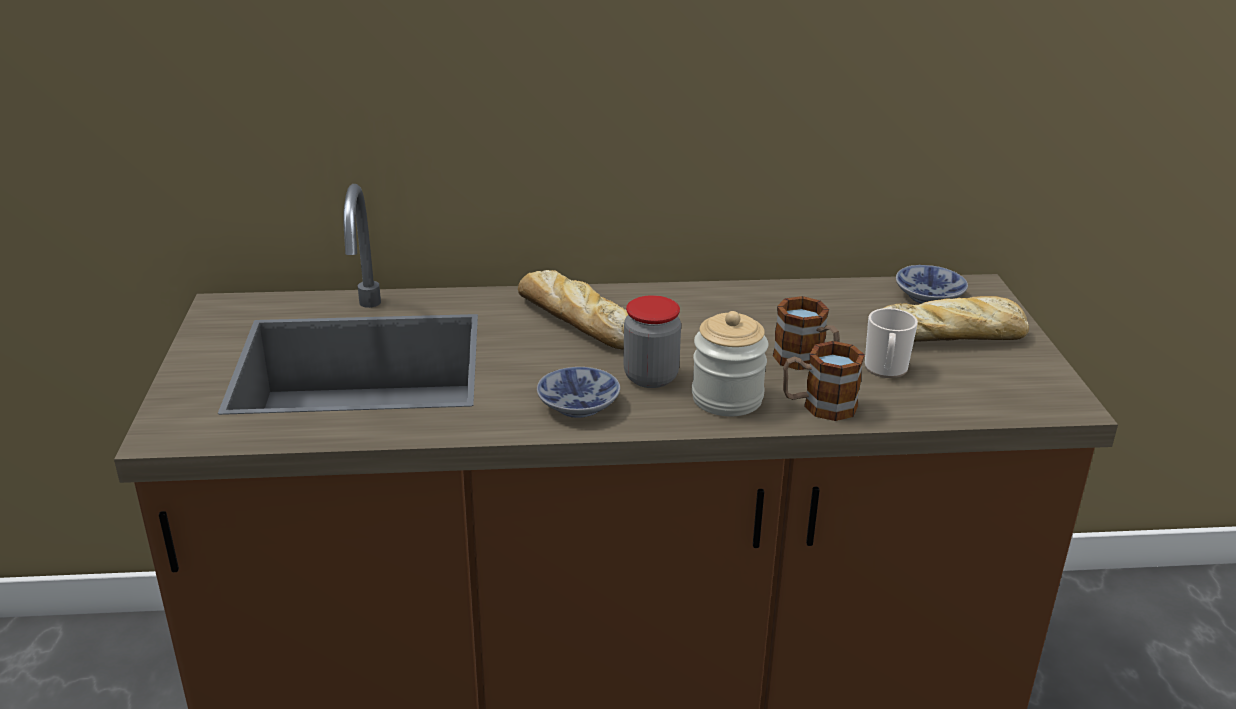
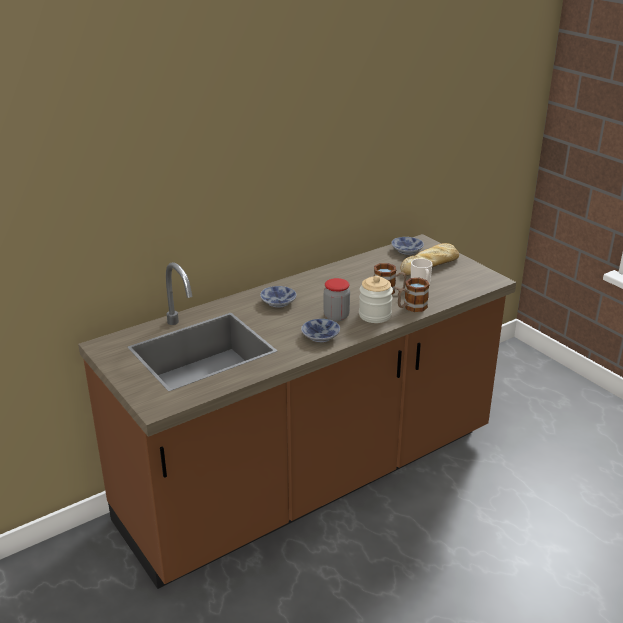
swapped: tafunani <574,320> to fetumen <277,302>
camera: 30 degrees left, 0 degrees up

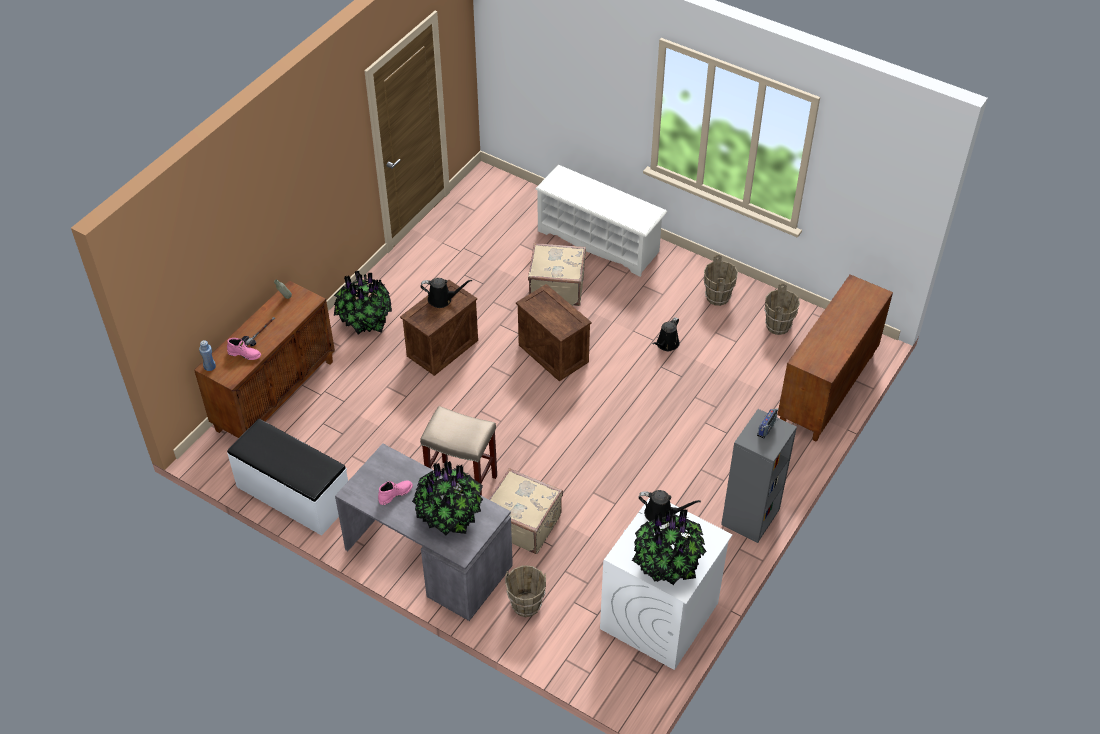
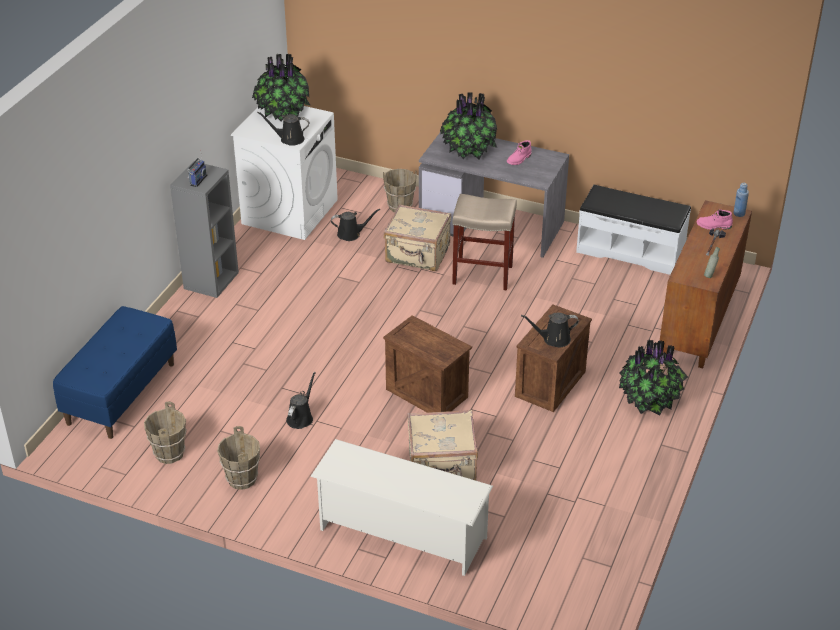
new: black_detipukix <351,234>
swapped: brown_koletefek <827,390> to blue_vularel <121,393>
camera: 170 degrees right, 10 degrees down

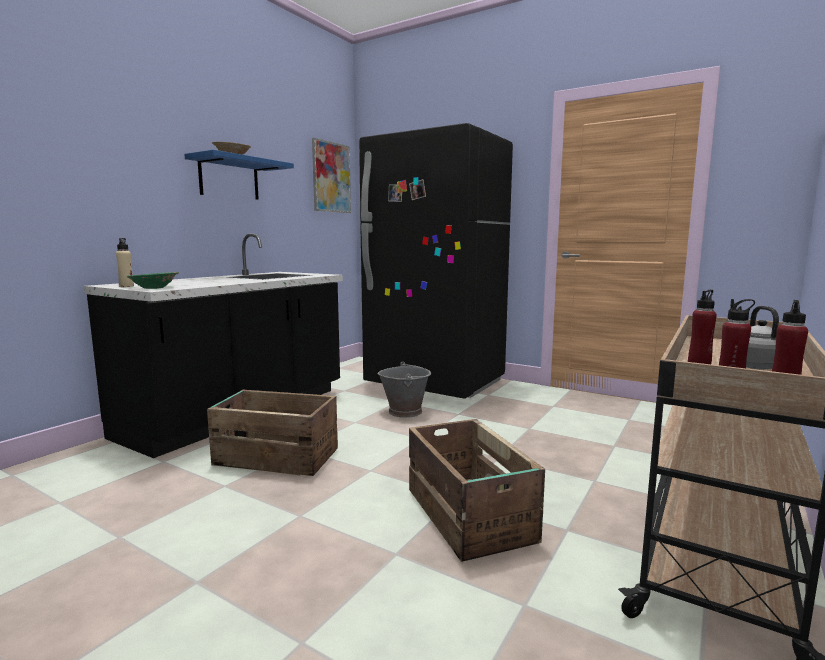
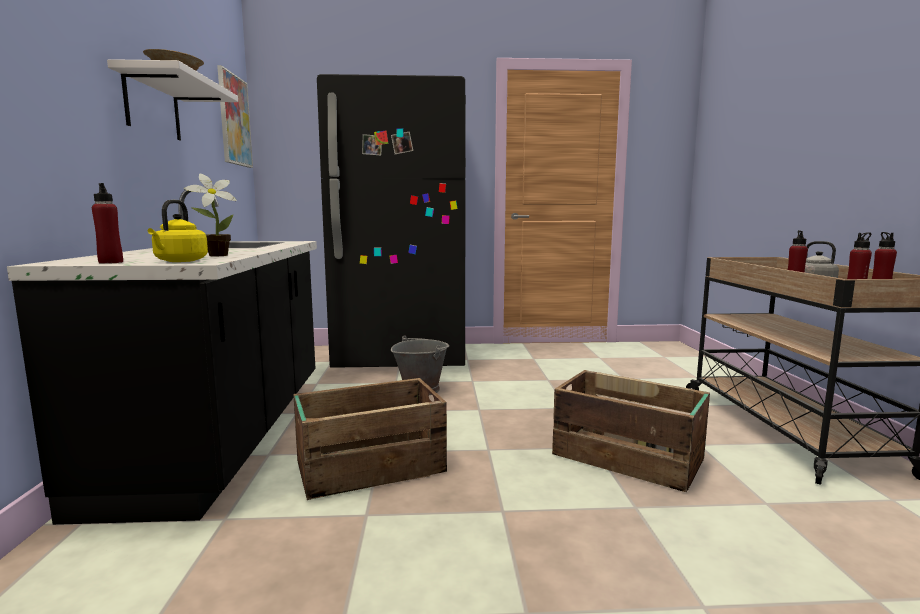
new: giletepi <215,255>
swapped: green_fetumen <154,288> to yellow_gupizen <179,261>
repainted: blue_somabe <229,179> to white_somabe <152,106>; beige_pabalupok <126,286> to red_pabalupok <111,262>
camera: 35 degrees left, 0 degrees up

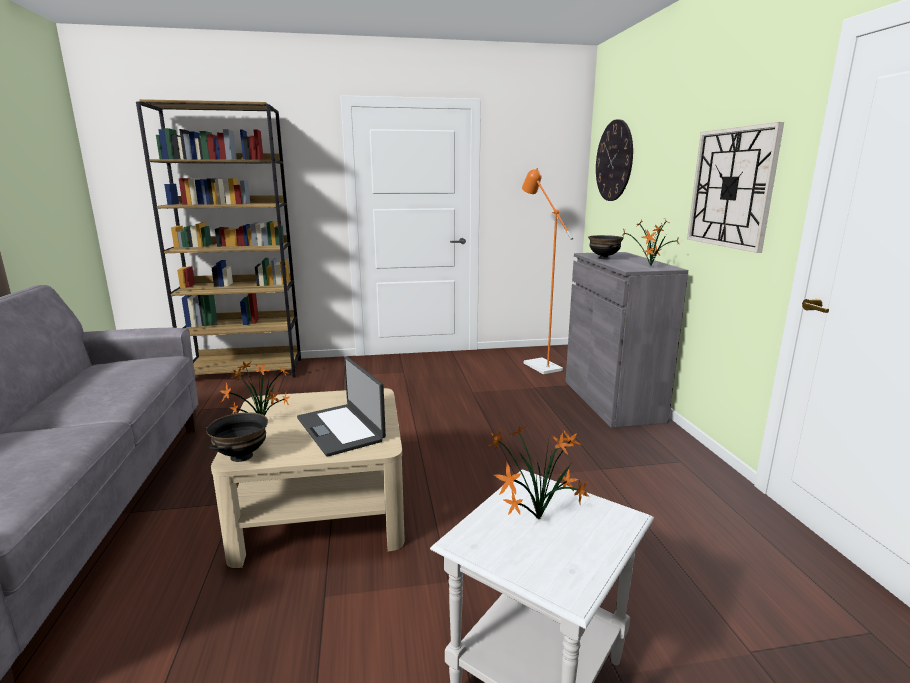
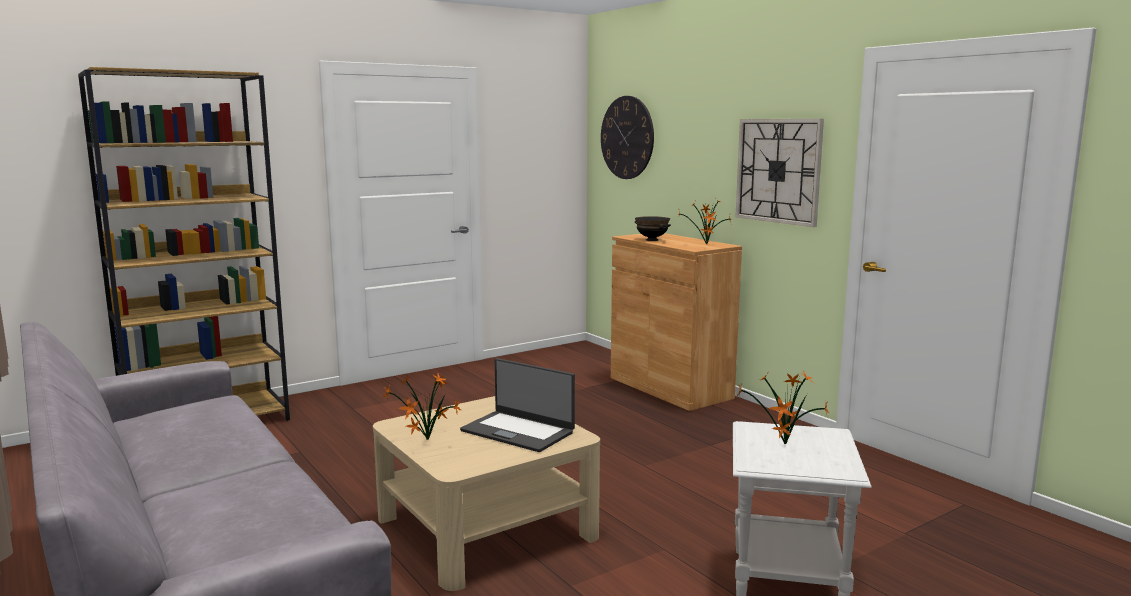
gone: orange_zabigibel <538,364>; black_fetumen <242,456>
repainted: grey_koletefek <612,400> to brown_koletefek <670,388>
camera: 25 degrees left, 5 degrees down

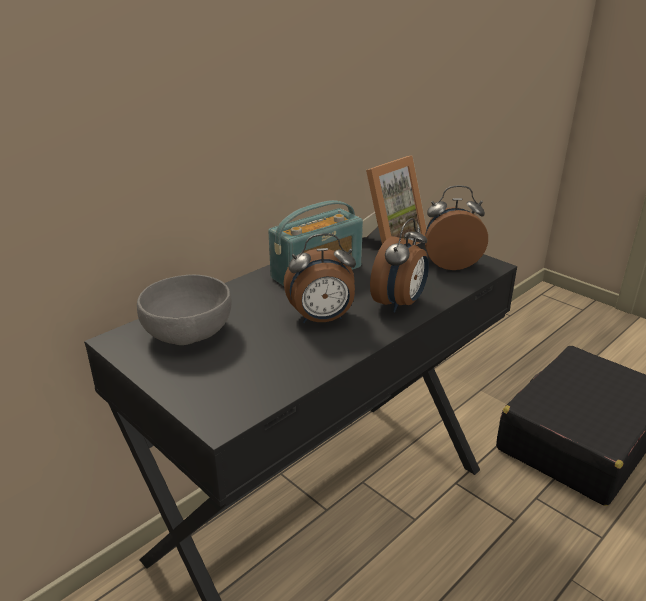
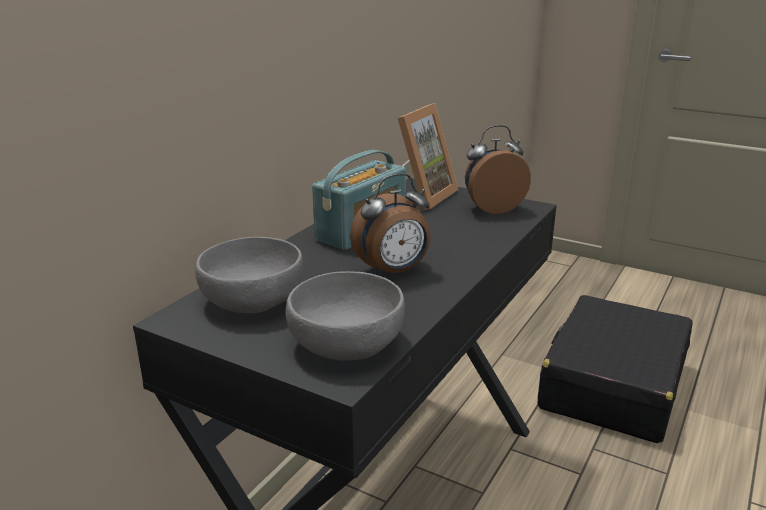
gone: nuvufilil <400,303>
new: grey_fetumen <347,343>
camera: 15 degrees left, 5 degrees down

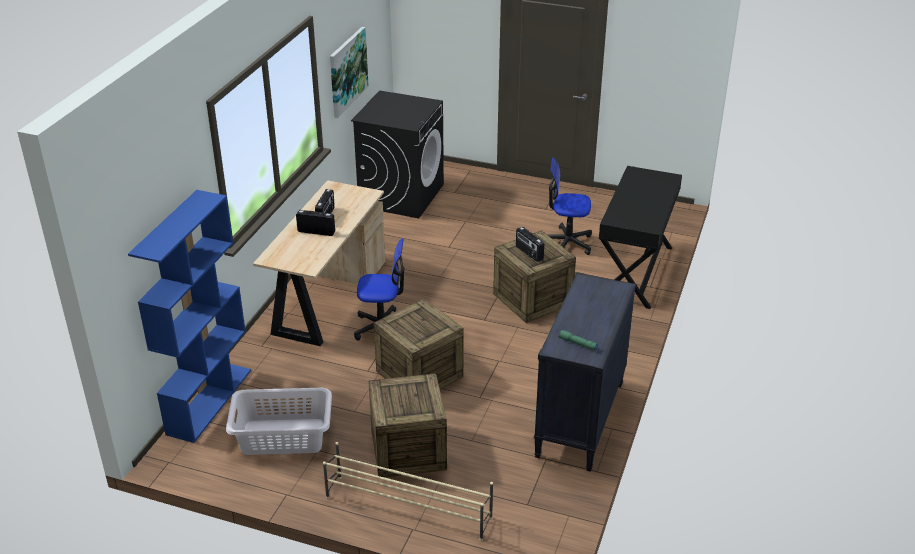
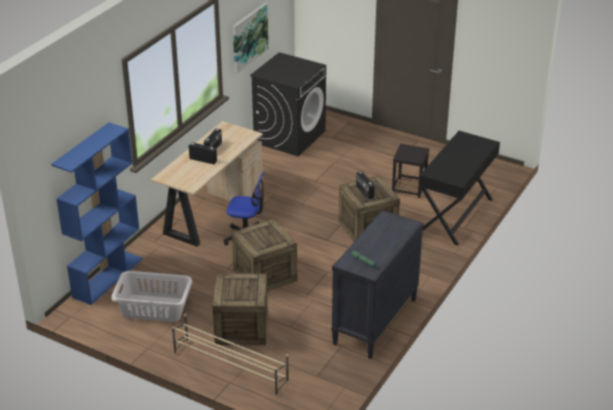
swapped: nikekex <566,243> to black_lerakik <408,187>
camera: 10 degrees right, 0 degrees up

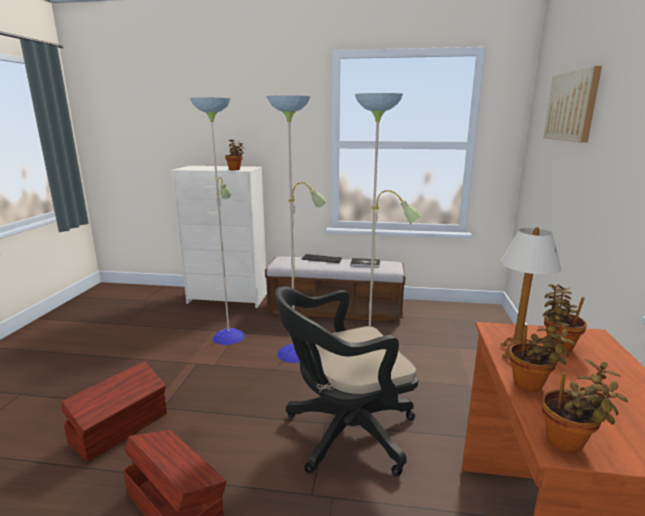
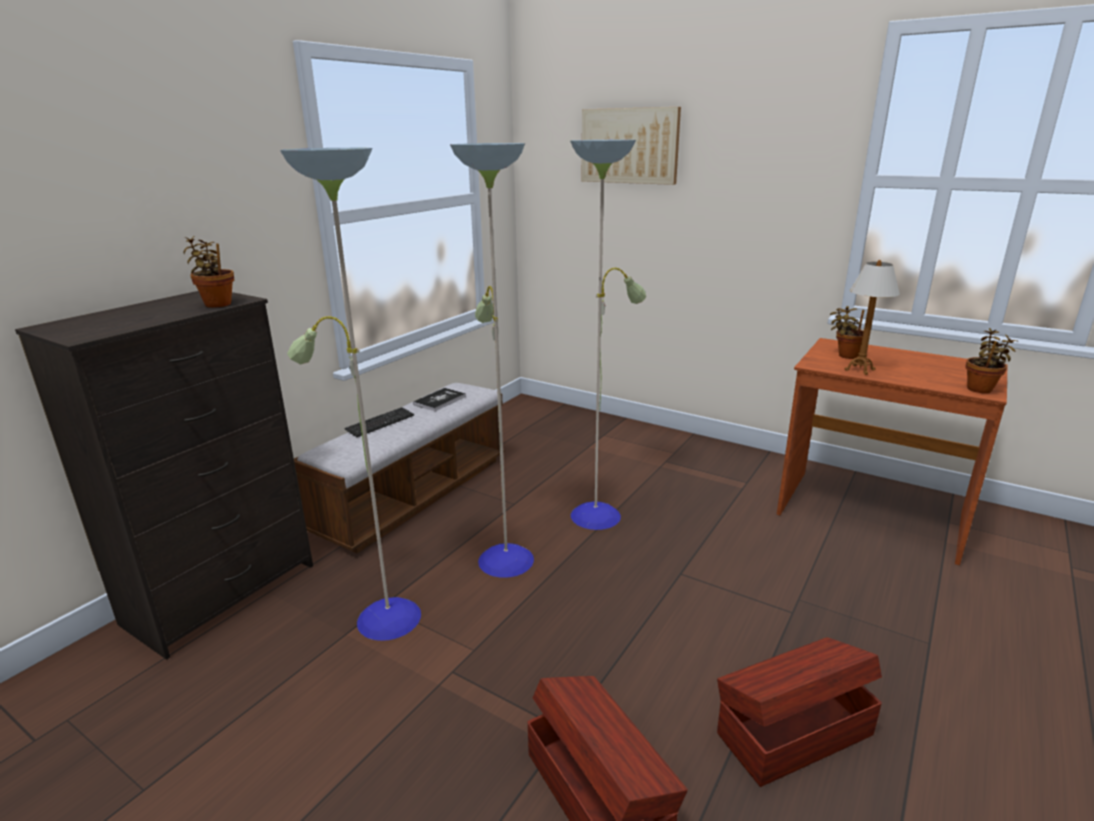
gone: black_nikekex <344,433>; giletepi <531,385>
repainted: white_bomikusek <228,298> to black_bomikusek <224,593>
camera: 65 degrees left, 5 degrees up

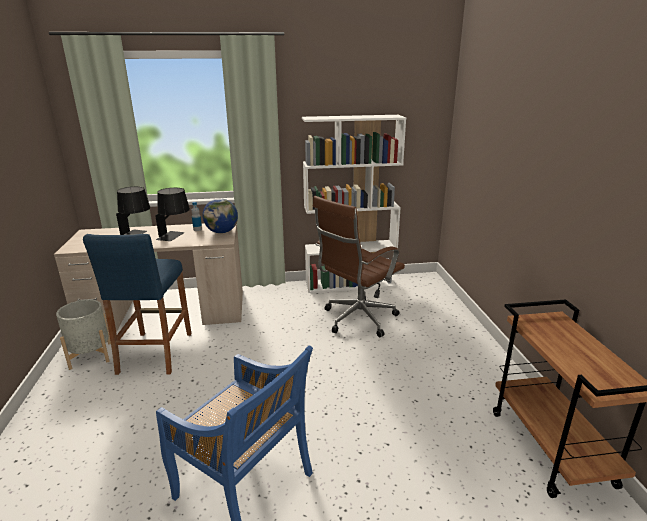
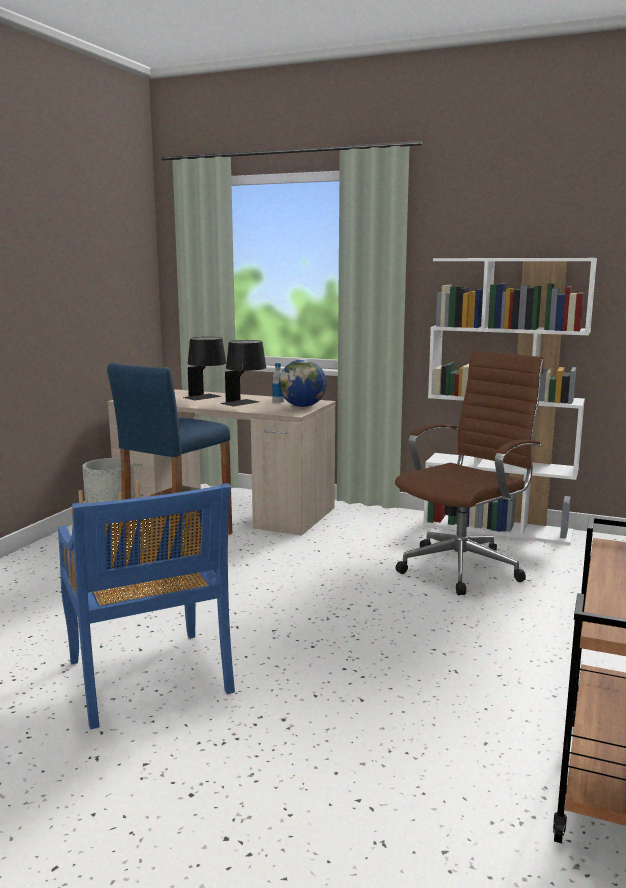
rotated: brown_nikekex <357,320> = <464,567> 150 degrees clockwise
camera: 30 degrees right, 10 degrees down

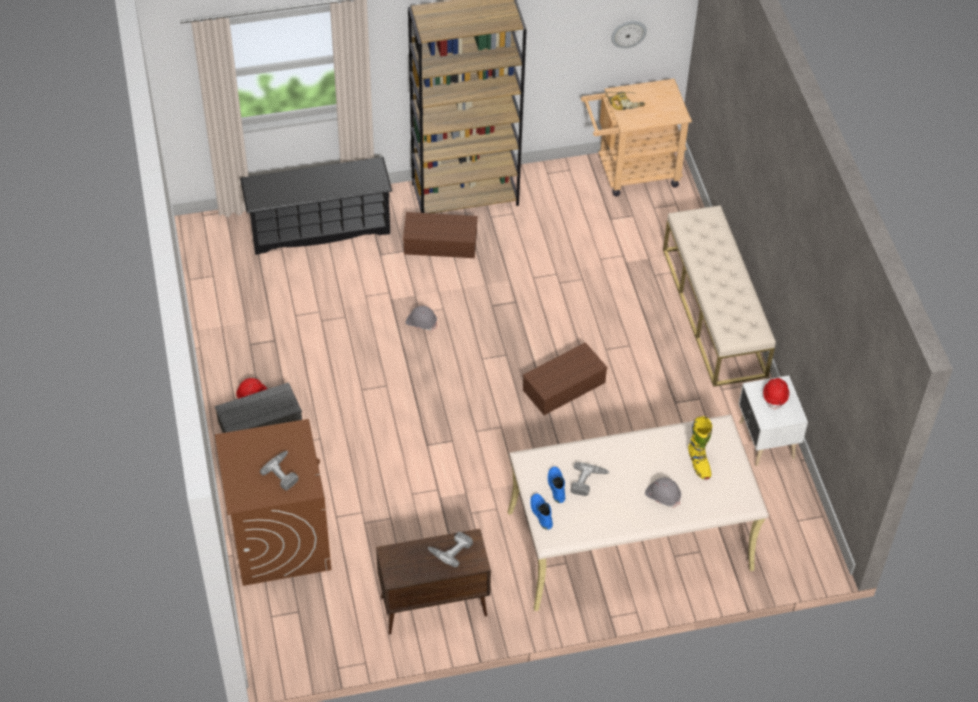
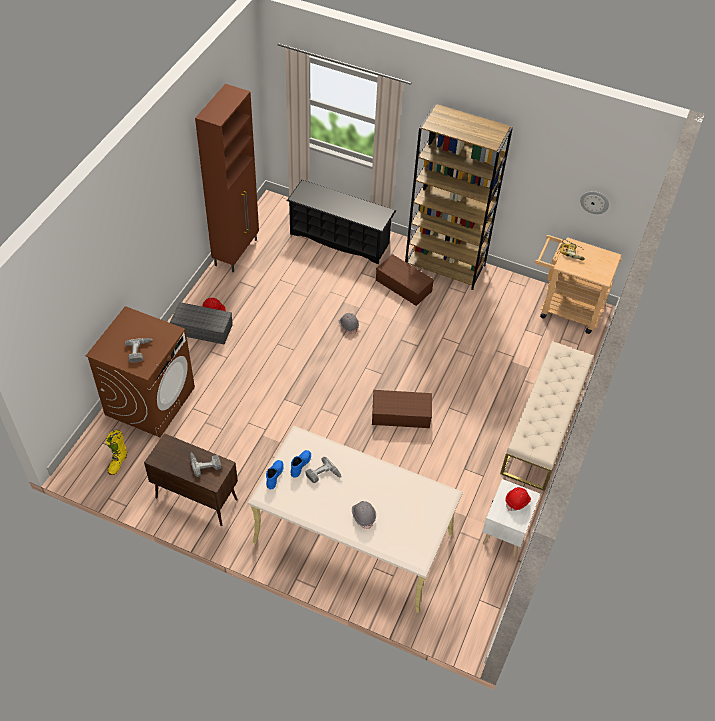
new: brown_koletefek <237,252>
shifted: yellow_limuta <698,464> to <118,463>
camera: 35 degrees right, 0 degrees up

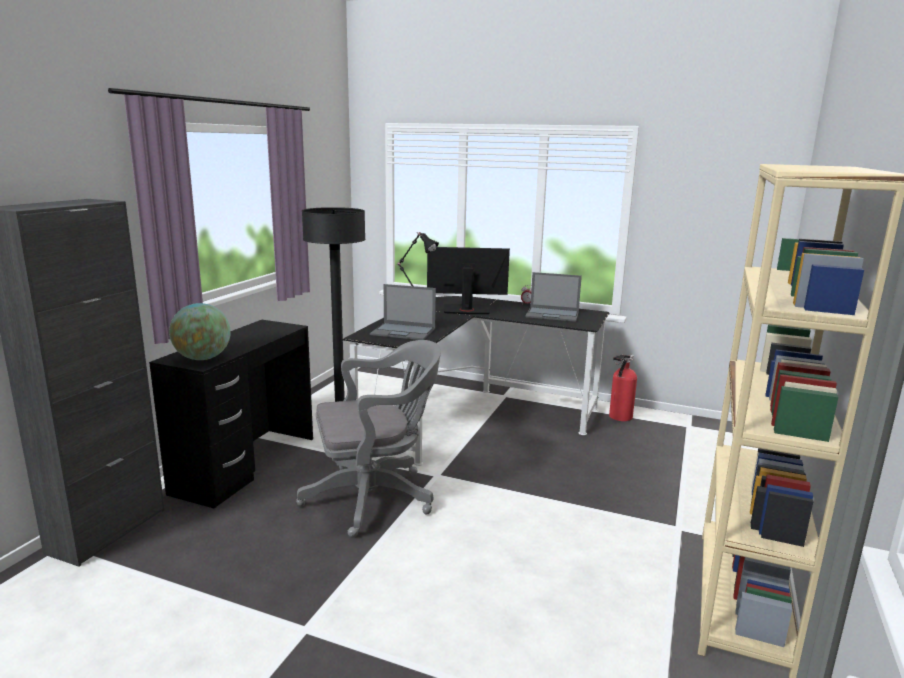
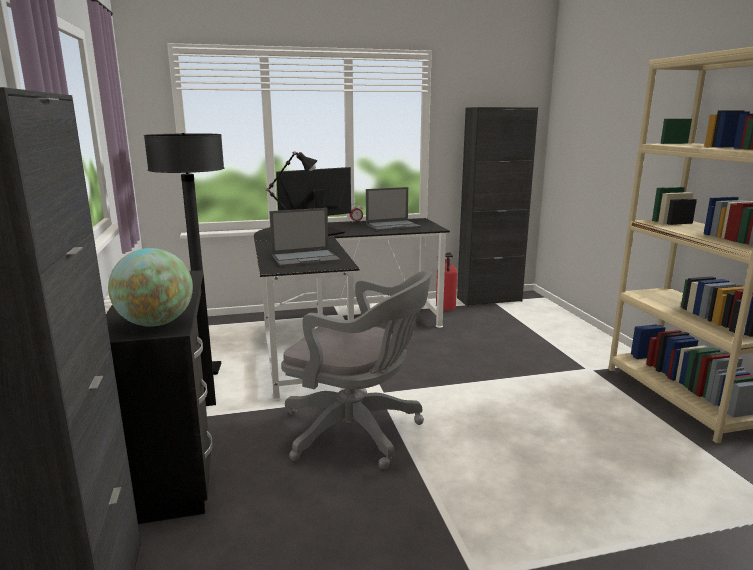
new: black_koletefek <489,299>
rotated: grey_nikekex <375,497> = <358,432> 75 degrees clockwise
camera: 35 degrees left, 0 degrees up

